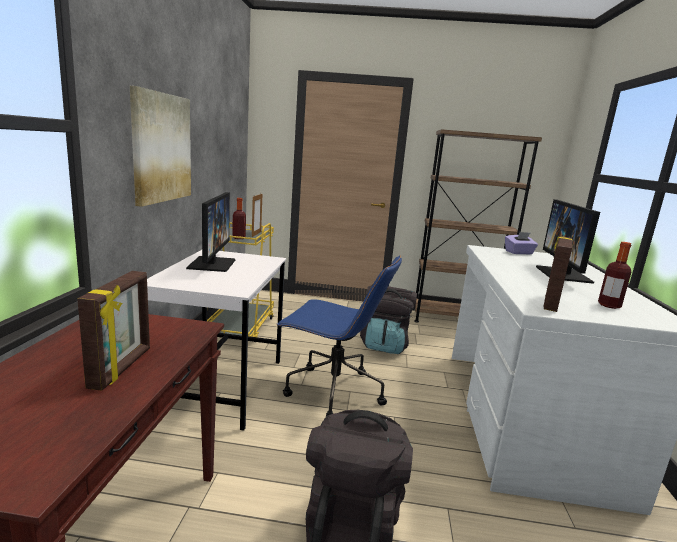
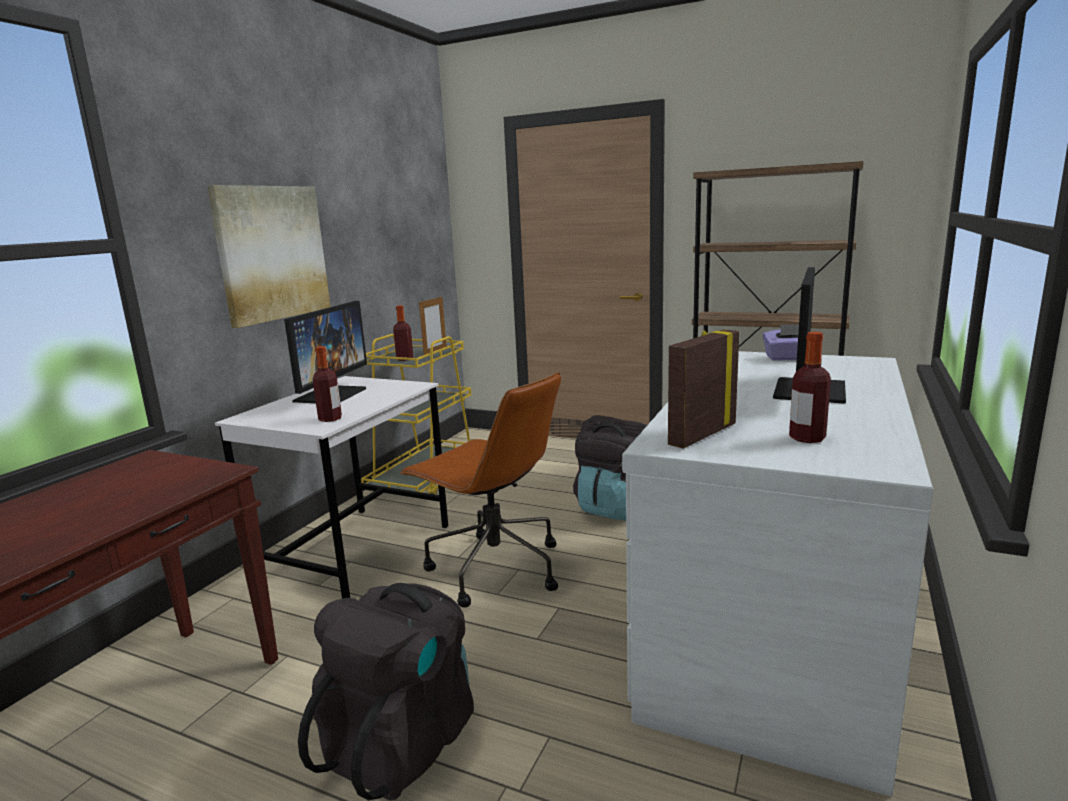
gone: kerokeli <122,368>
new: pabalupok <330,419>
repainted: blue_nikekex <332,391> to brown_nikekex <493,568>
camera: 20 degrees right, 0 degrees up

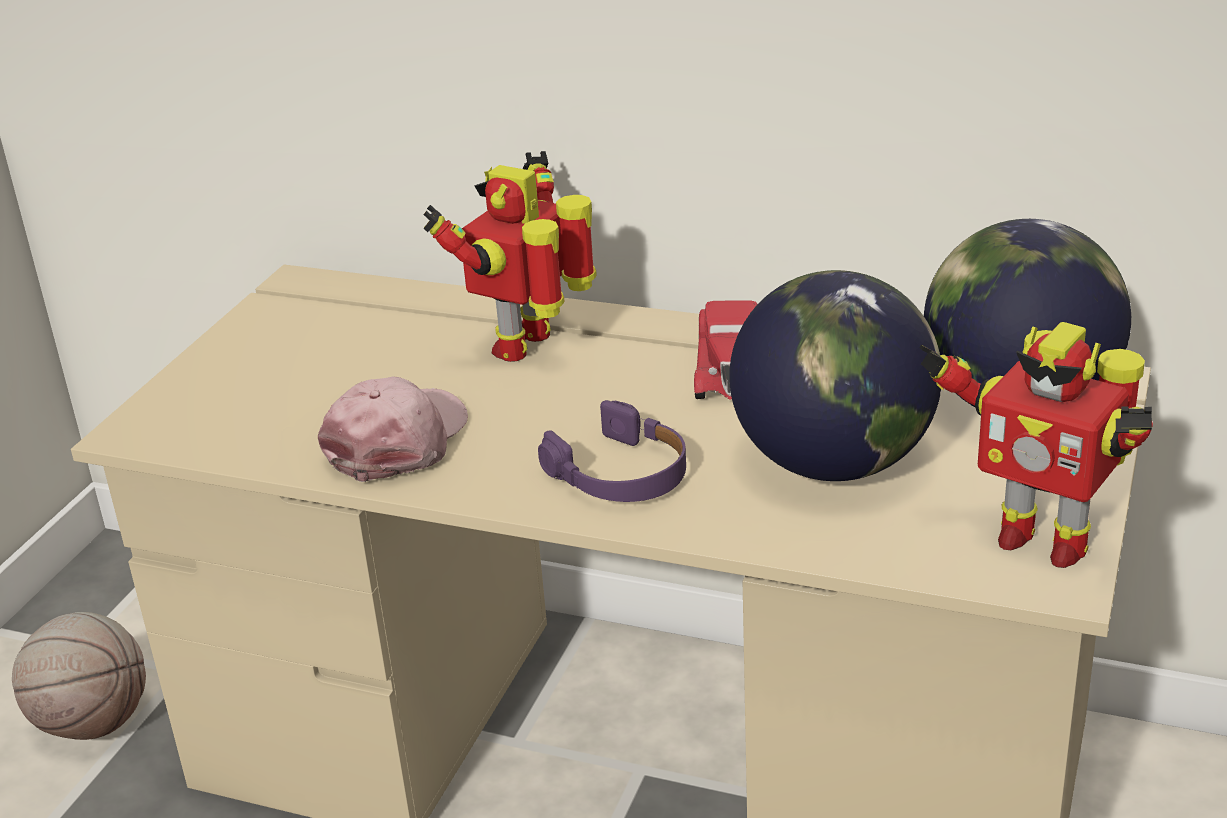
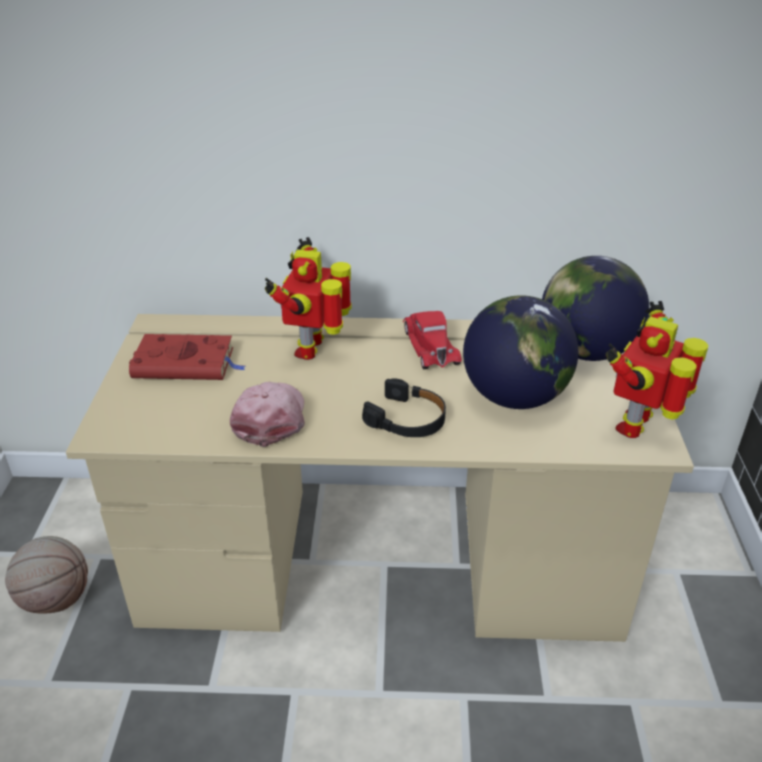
new: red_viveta <187,363>
repainted: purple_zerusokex <621,473> to black_zerusokex <407,419>
rotated: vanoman <1041,539> = <638,425> 105 degrees clockwise
camera: 20 degrees left, 5 degrees up

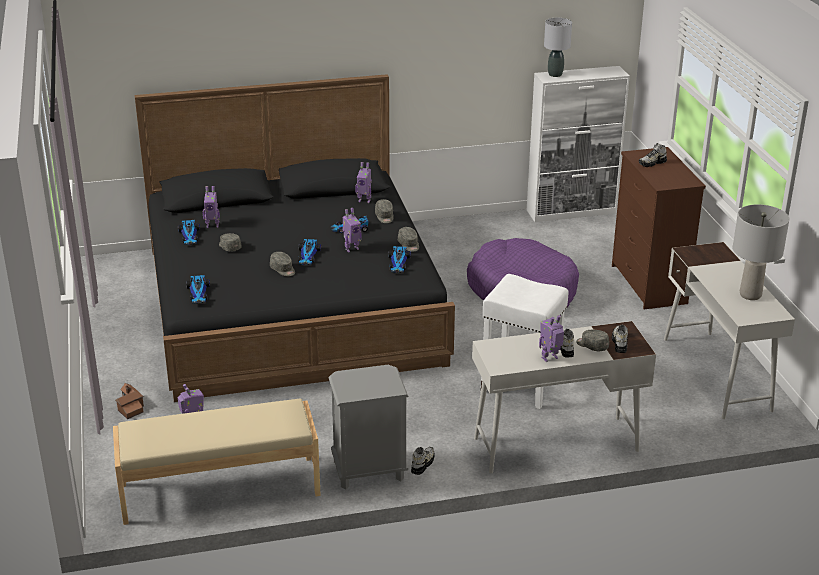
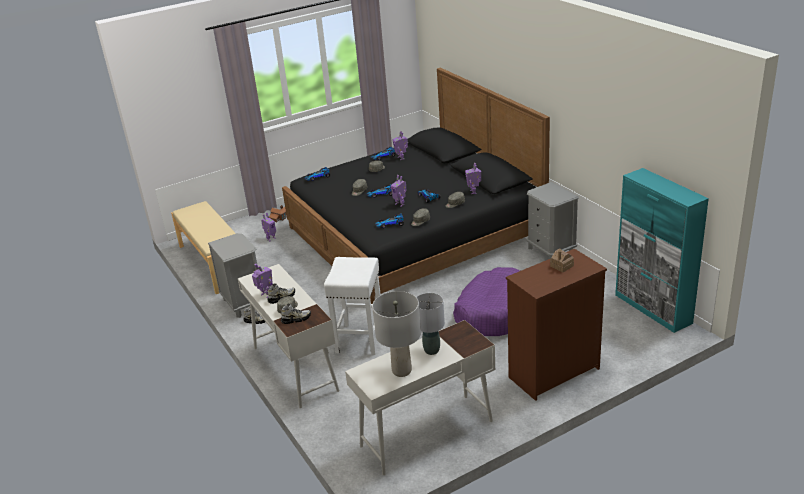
new: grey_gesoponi <551,251>
shifted: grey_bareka <555,74> to <431,350>
swapped: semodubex <652,163> to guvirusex <561,266>
repainted: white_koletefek <571,211> to turquoise_koletefek <653,309>
camera: 75 degrees right, 0 degrees up

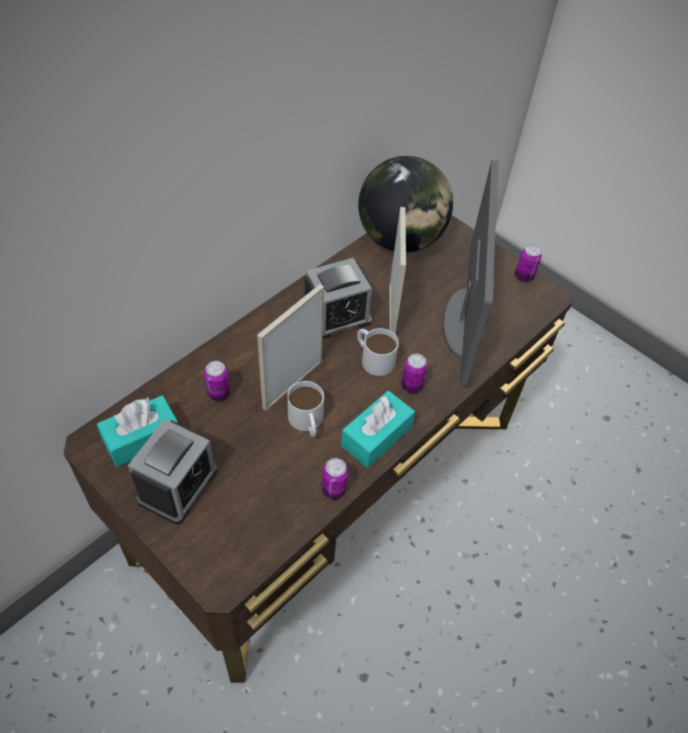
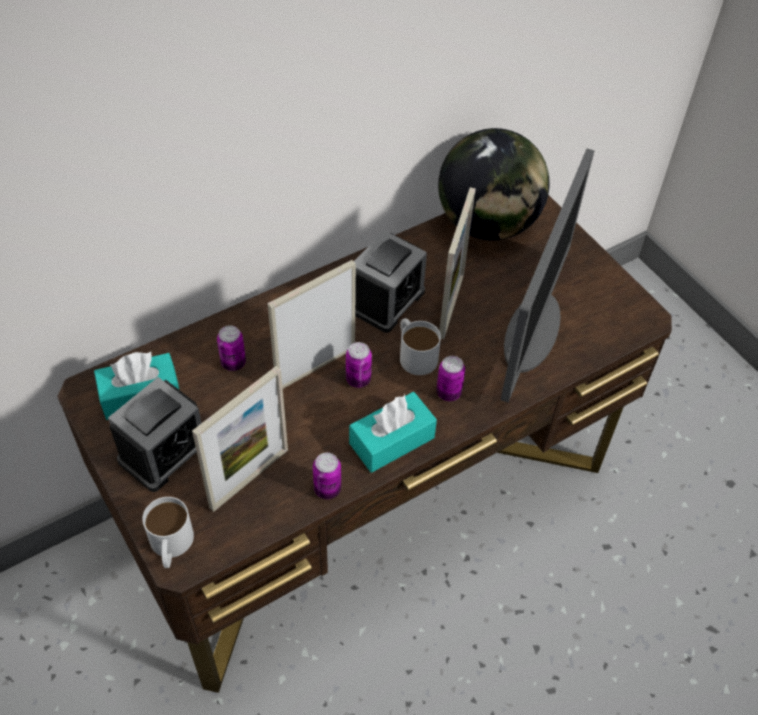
new: kerokeli <249,478>
shifted: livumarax <523,277> to <358,379>; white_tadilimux <307,422> to <170,546>
rotated: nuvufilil <336,317> = <386,300> 45 degrees counterclockwise
camera: 15 degrees right, 0 degrees up

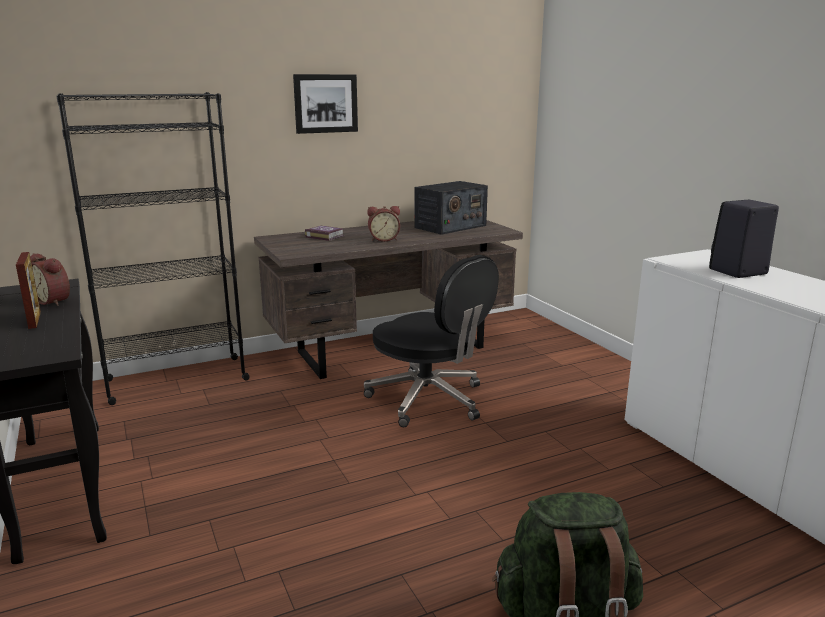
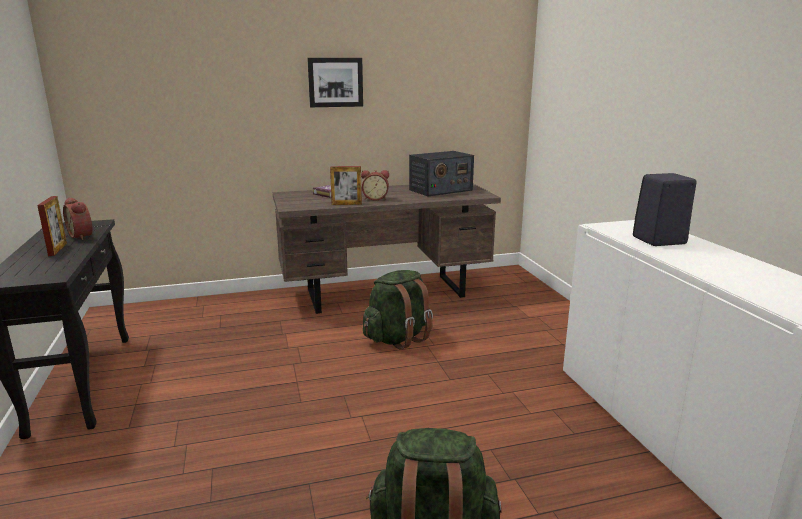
gone: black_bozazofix <176,380>
new: kerokeli <346,204>
swapped: black_nikekex <429,400> to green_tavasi <398,338>
camera: 10 degrees right, 0 degrees up

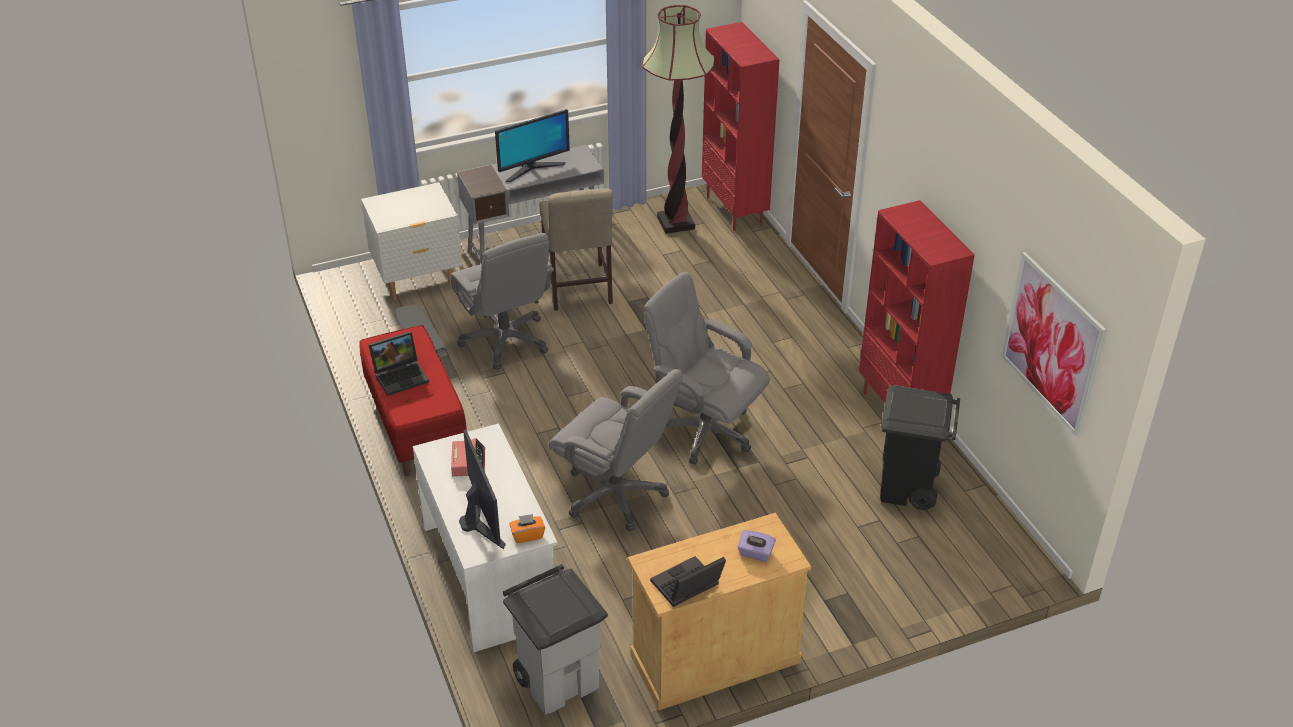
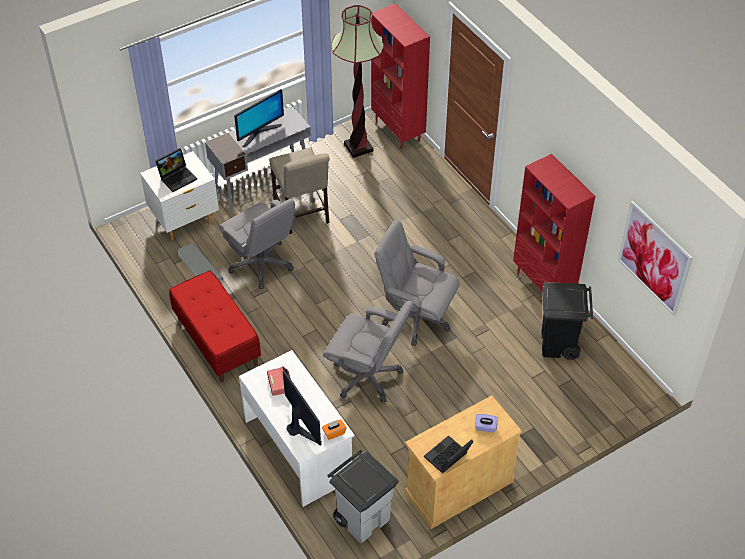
shifted: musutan <401,375> to <178,177>
camera: 10 degrees left, 10 degrees up

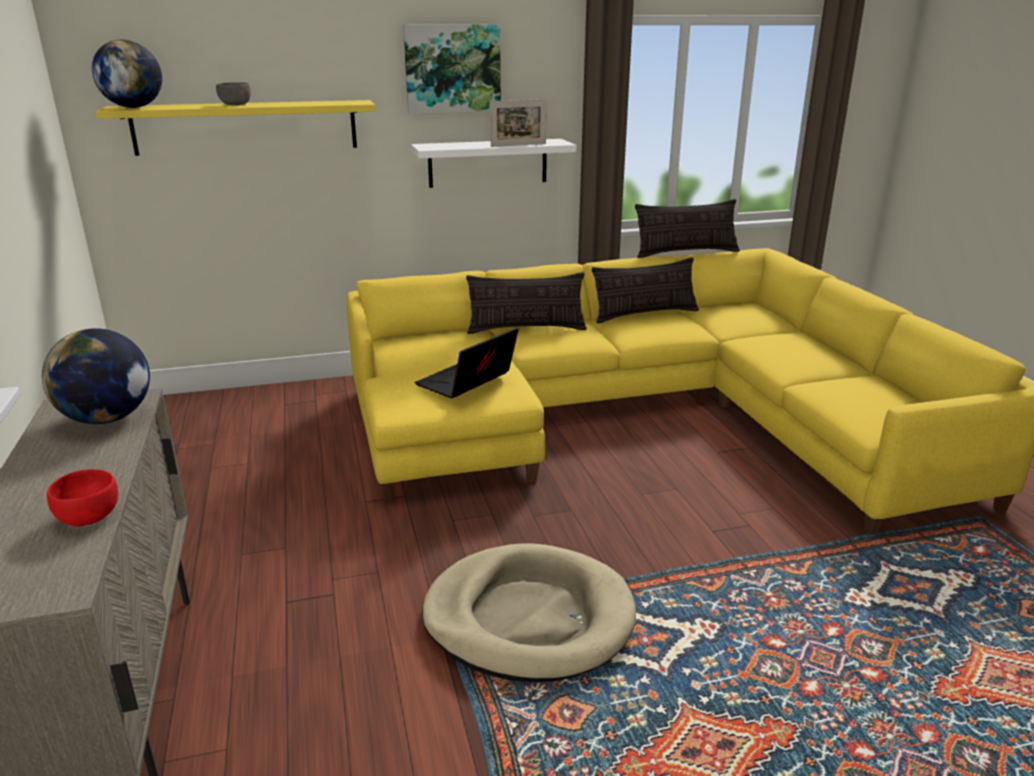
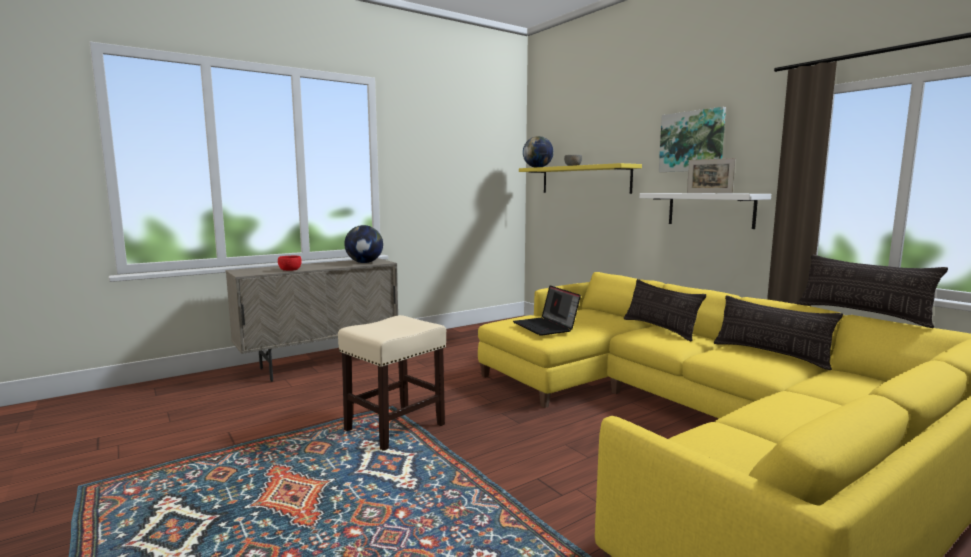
swapped: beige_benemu <528,617> to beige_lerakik <396,427>
rotated: musutan <466,382> = <546,327> 135 degrees counterclockwise
camera: 70 degrees right, 15 degrees down

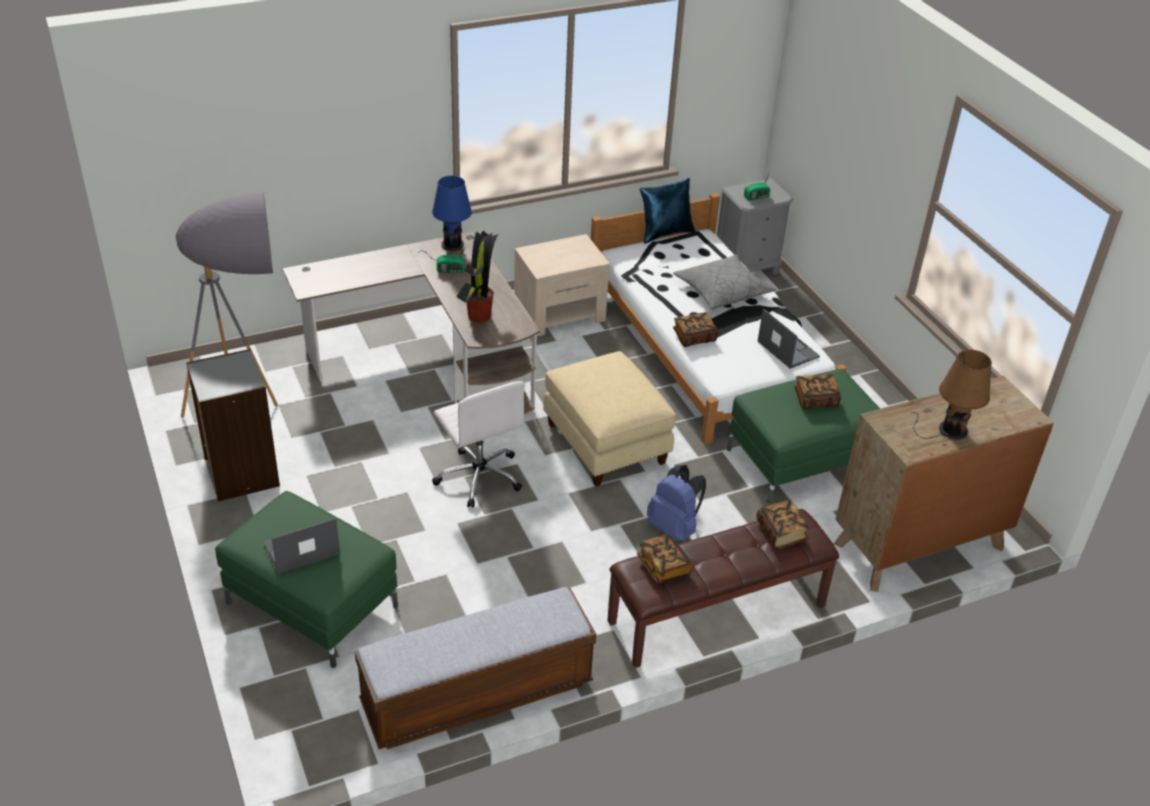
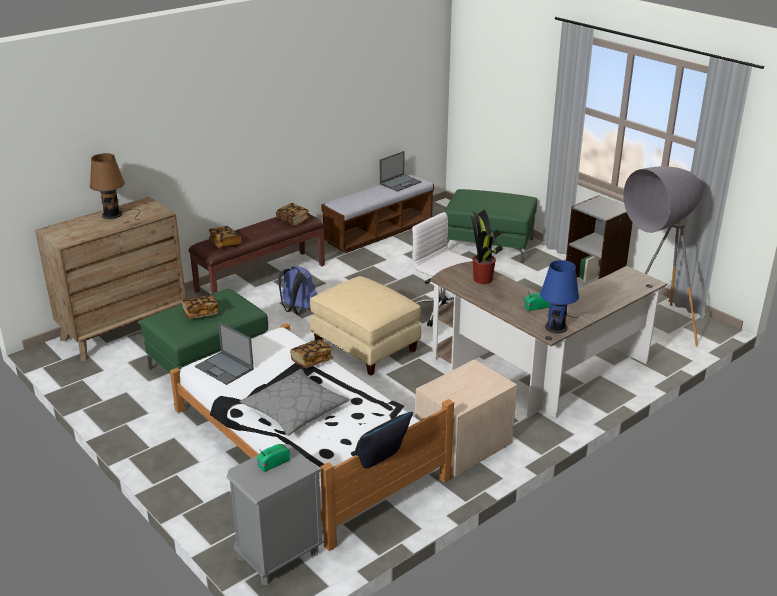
shifted: musutan <300,549> to <400,183>
camera: 165 degrees right, 10 degrees down

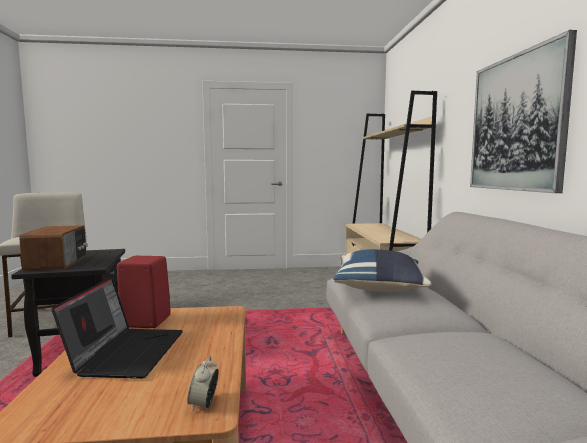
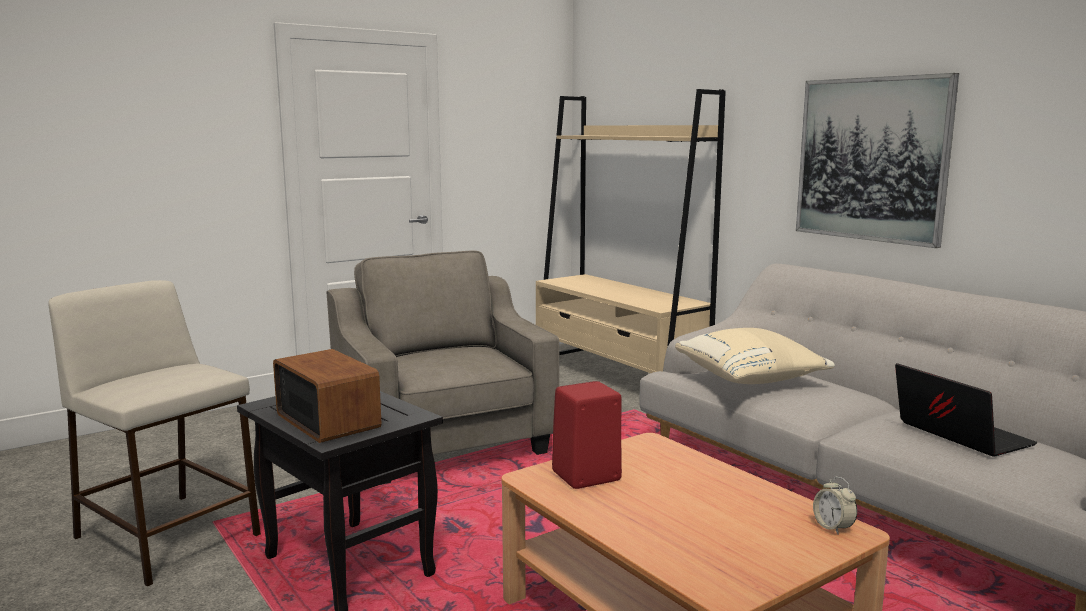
new: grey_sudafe <444,444>
shifted: musutan <127,352> to <958,435>
repainted: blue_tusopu <379,289> to beige_tusopu <751,380>
camera: 30 degrees left, 5 degrees up

